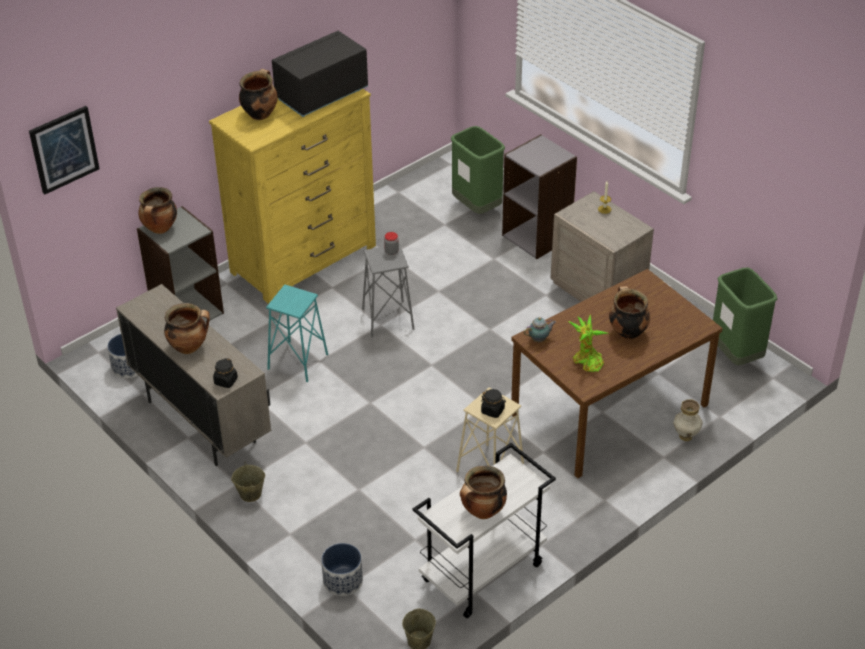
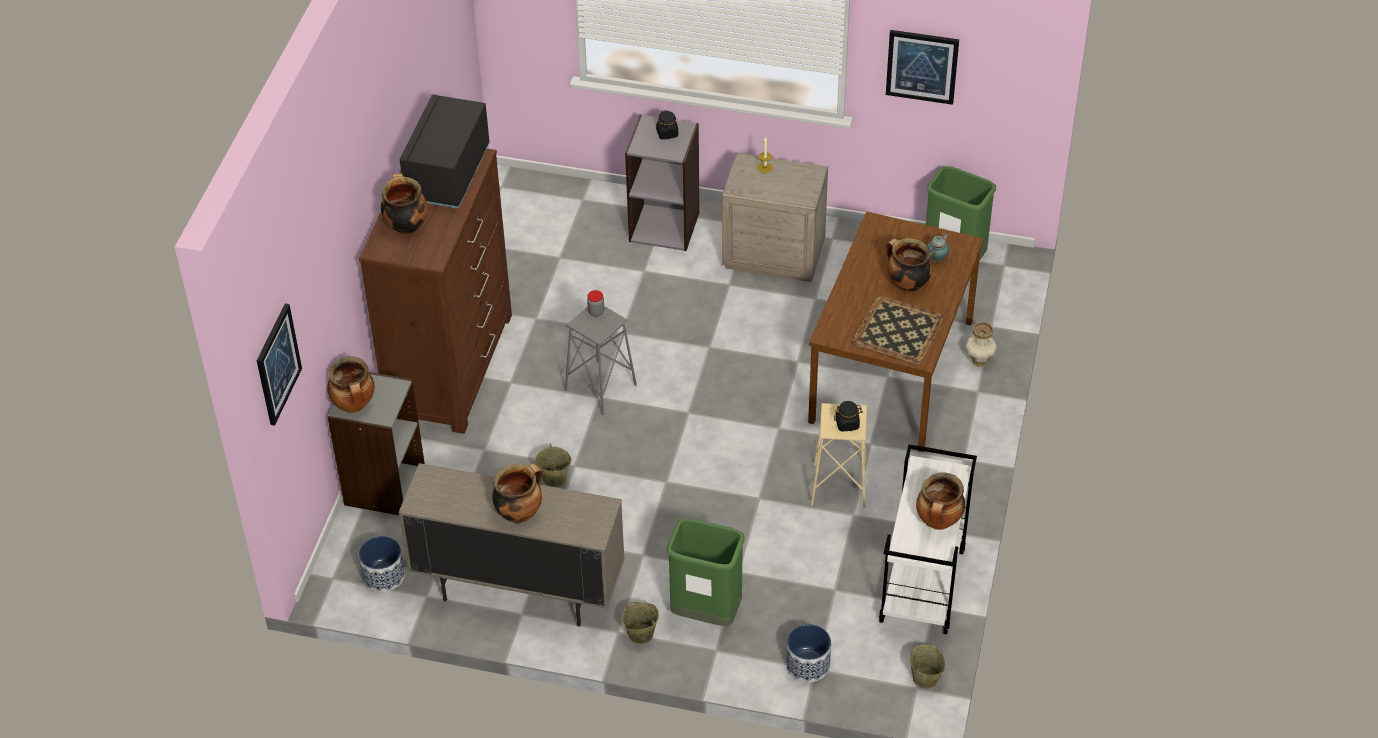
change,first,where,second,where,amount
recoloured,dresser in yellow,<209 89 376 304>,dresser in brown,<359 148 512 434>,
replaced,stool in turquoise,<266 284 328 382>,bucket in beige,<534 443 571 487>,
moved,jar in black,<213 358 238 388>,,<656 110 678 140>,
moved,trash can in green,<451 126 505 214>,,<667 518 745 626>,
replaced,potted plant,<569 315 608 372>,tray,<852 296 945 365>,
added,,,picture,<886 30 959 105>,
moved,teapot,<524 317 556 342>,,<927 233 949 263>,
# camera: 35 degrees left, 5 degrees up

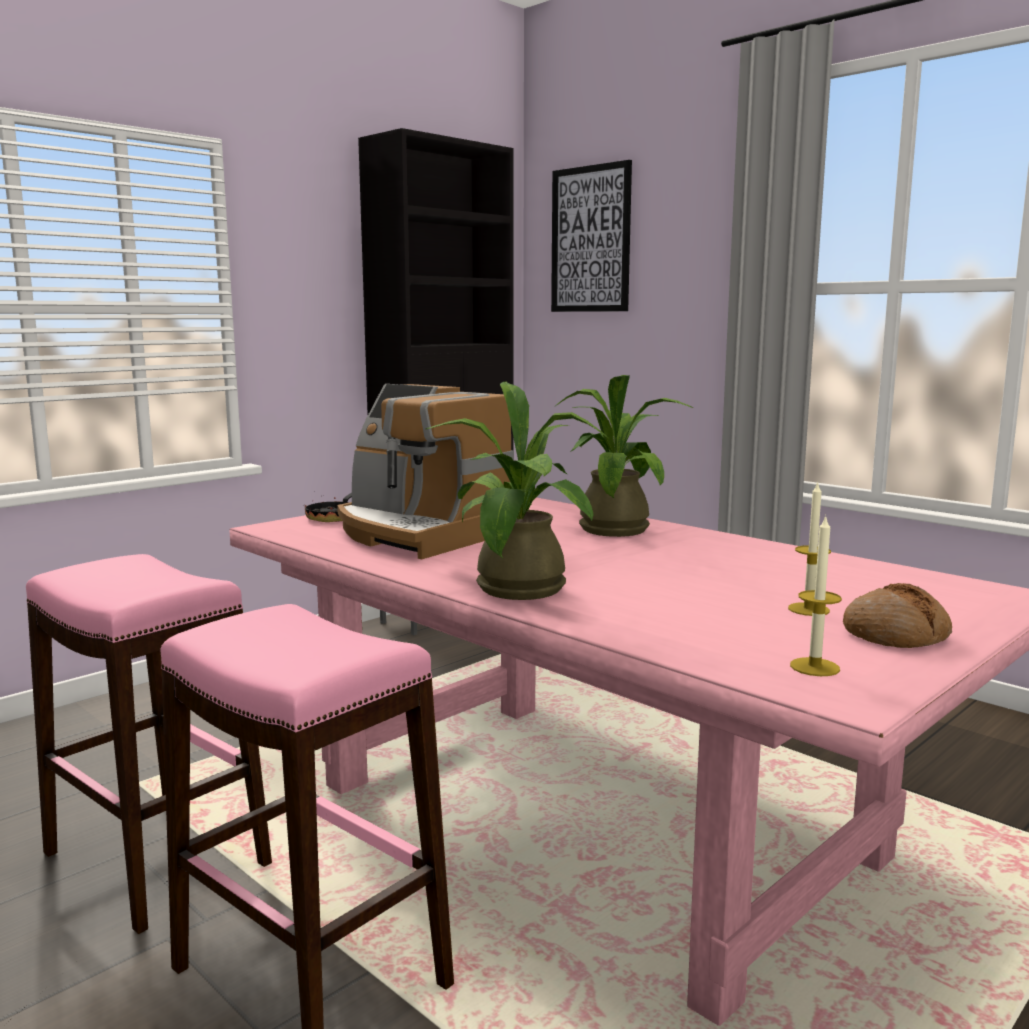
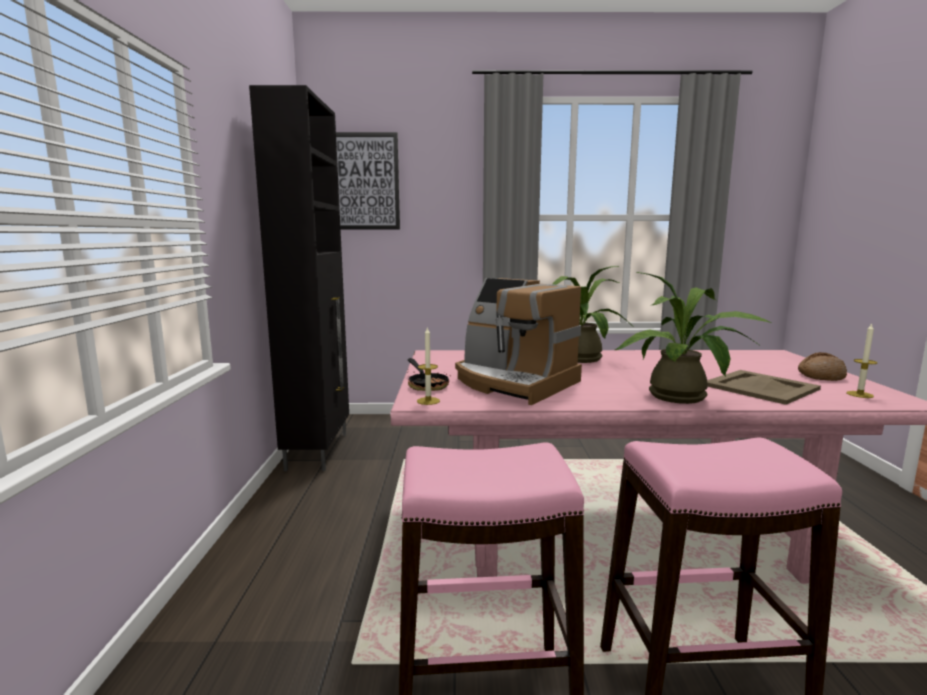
change,first,where,second,where,amount
moved,candle,<788 481 831 616>,,<417 328 440 405>,
turned,coffee machine,<337 384 514 559>,,<455 278 582 405>,45 degrees clockwise
added,,,tray in beige,<707 370 821 405>,
# camera: 45 degrees left, 0 degrees up

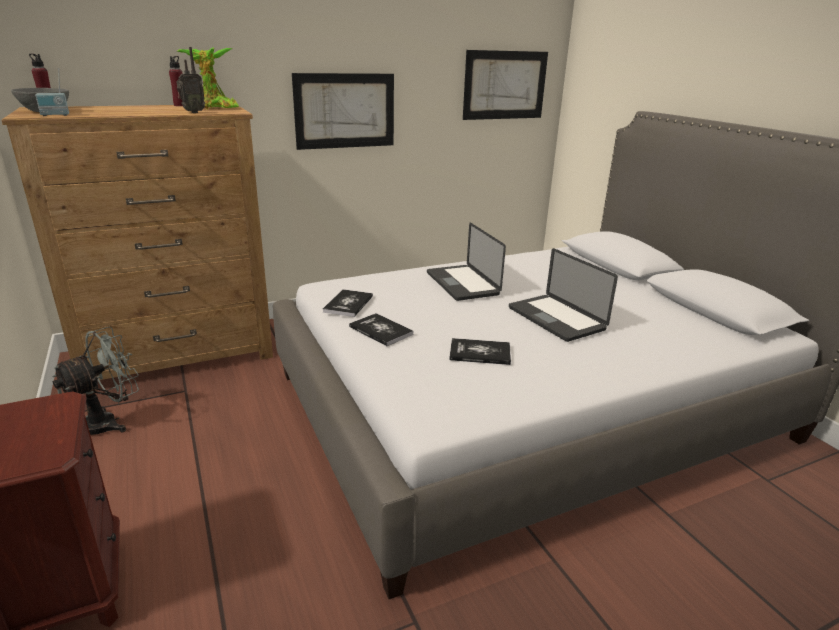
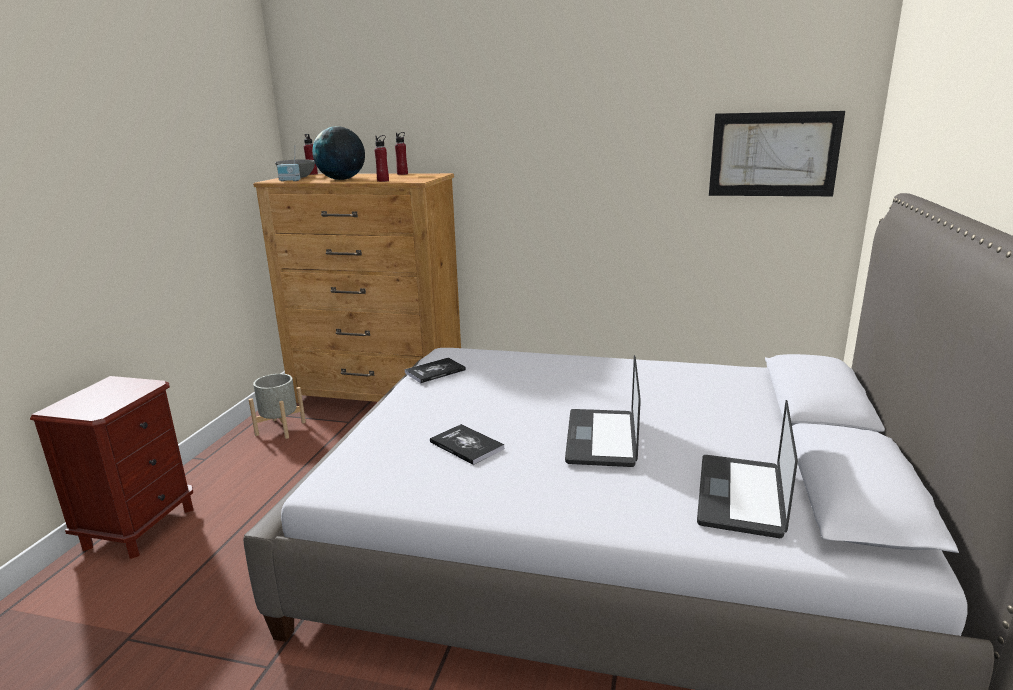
change,first,where,second,where,amount
replaced,fan in grey,<52 327 139 435>,planter in grey,<249 374 306 439>,
added,,,globe,<312 126 365 180>,
replaced,radio,<176 47 205 113>,bottle in red,<374 135 389 182>,
moved,laptop,<427 223 506 301>,,<697 400 798 538>,
removed,potted plant,<176 48 239 109>,,,
removed,picture,<292 73 394 150>,,,
removed,book,<349 313 414 346>,,,
# camera: 40 degrees right, 5 degrees down

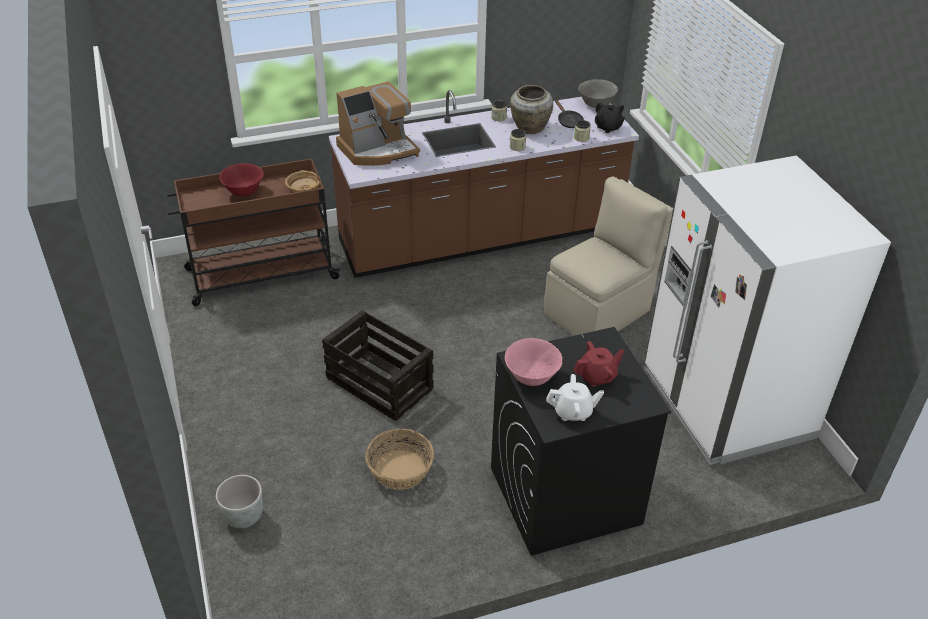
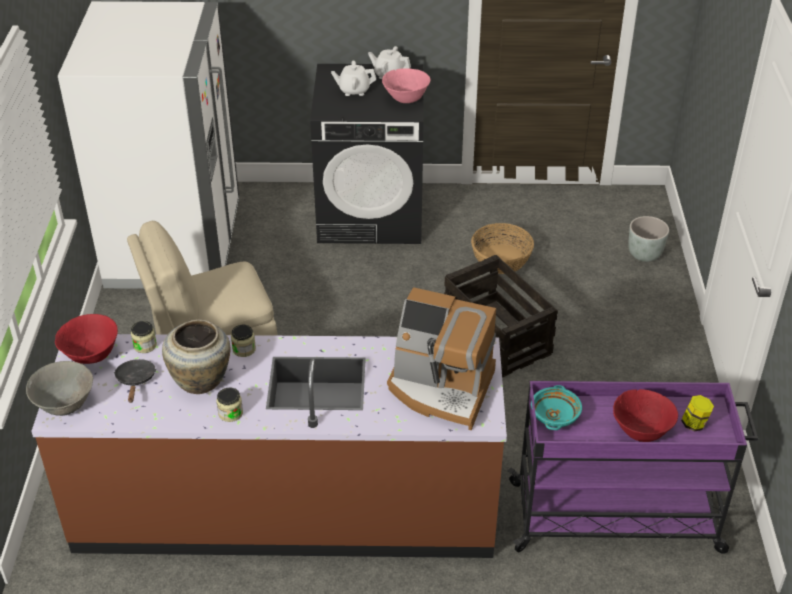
change,first,where,second,where,amount
replaced,teapot in black,<595 102 625 133>,bowl in red,<55 314 118 364>,
recoloured,teapot in red,<573 341 625 387>,teapot in white,<331 61 376 96>,
turned,coffee machine,<336 81 420 166>,,<387 287 496 430>,150 degrees counterclockwise
recoloured,cart in brown,<165 158 341 306>,cart in purple,<508 381 758 554>,
recoloured,bowl in beige,<285 170 321 193>,bowl in turquoise,<531 385 582 430>,
added,,,jar,<681 395 714 431>,
# camera: 160 degrees left, 0 degrees up

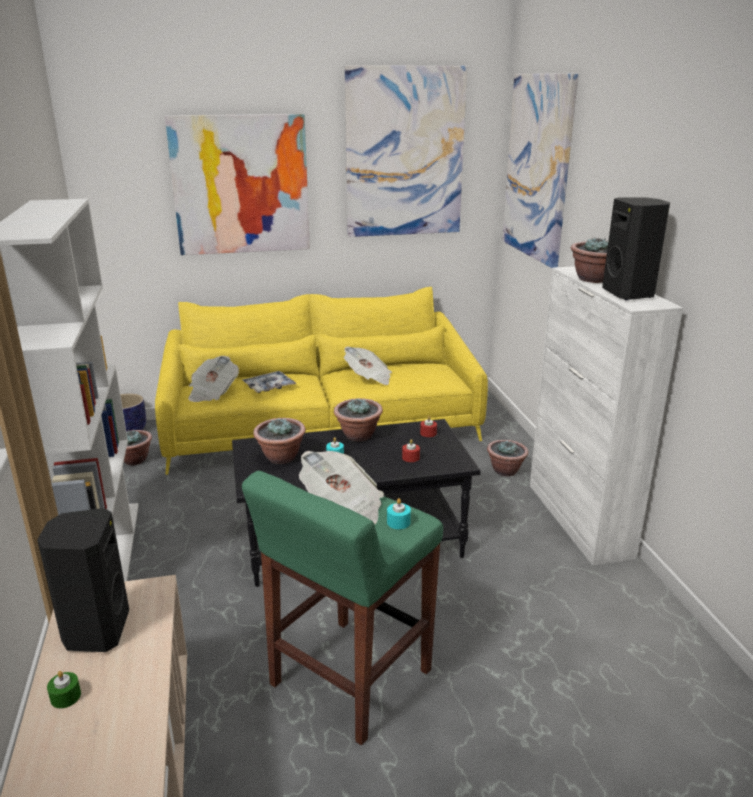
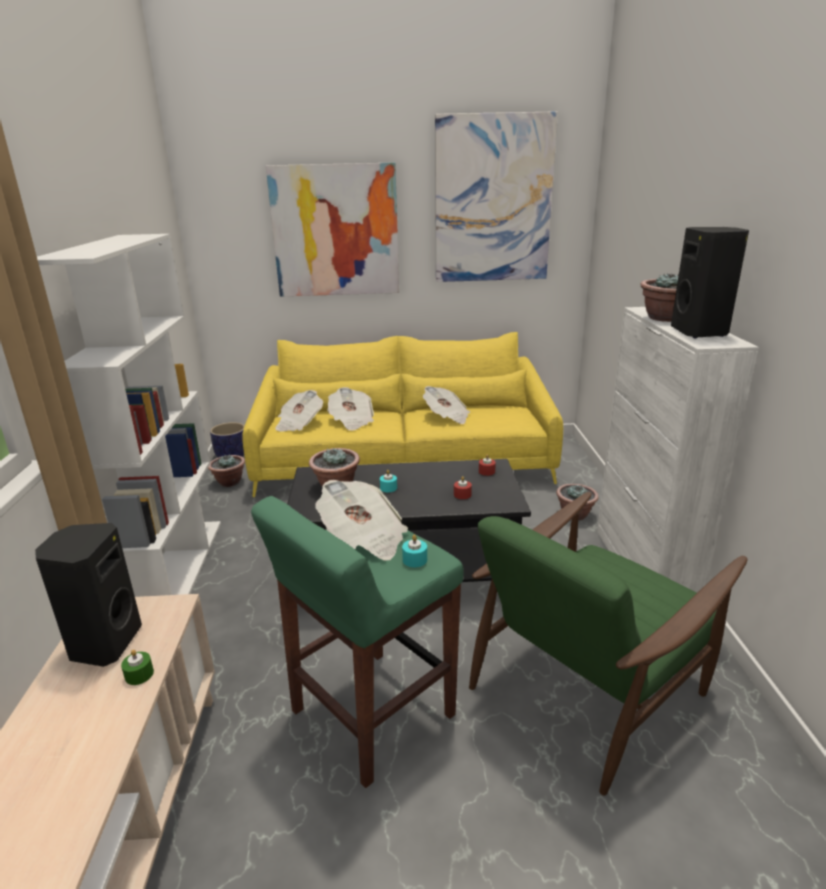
change,first,where,second,where,amount
moved,candle in green,<47 671 81 709>,,<121 650 154 685>,
replaced,tray,<243 371 297 393>,newspaper,<327 387 374 431>,
added,,,armchair in green,<469 492 747 796>,
removed,potted plant,<334 398 383 442>,,,
removed,picture,<502 73 578 268>,,,
# camera: 10 degrees right, 0 degrees up

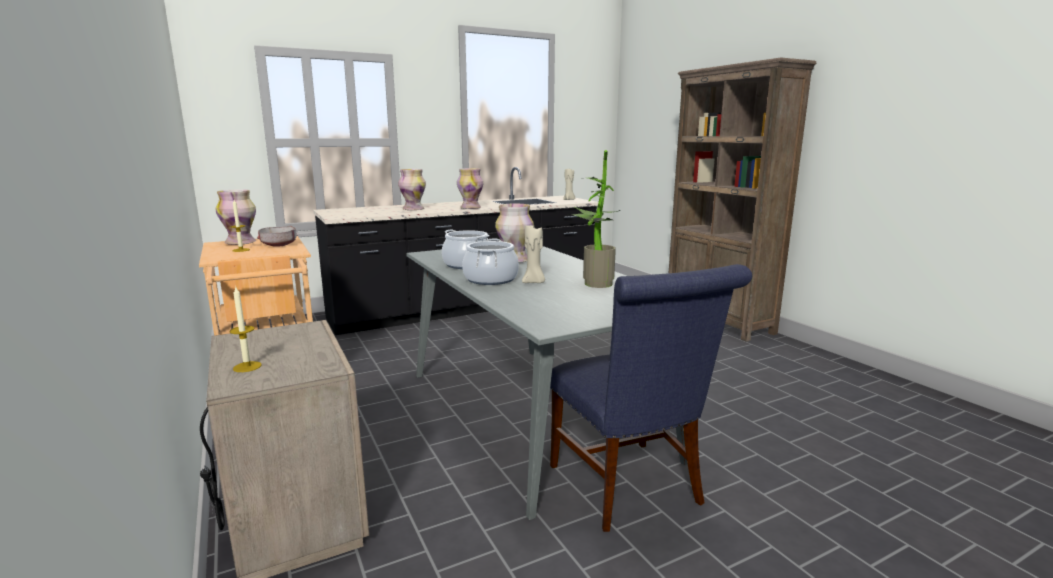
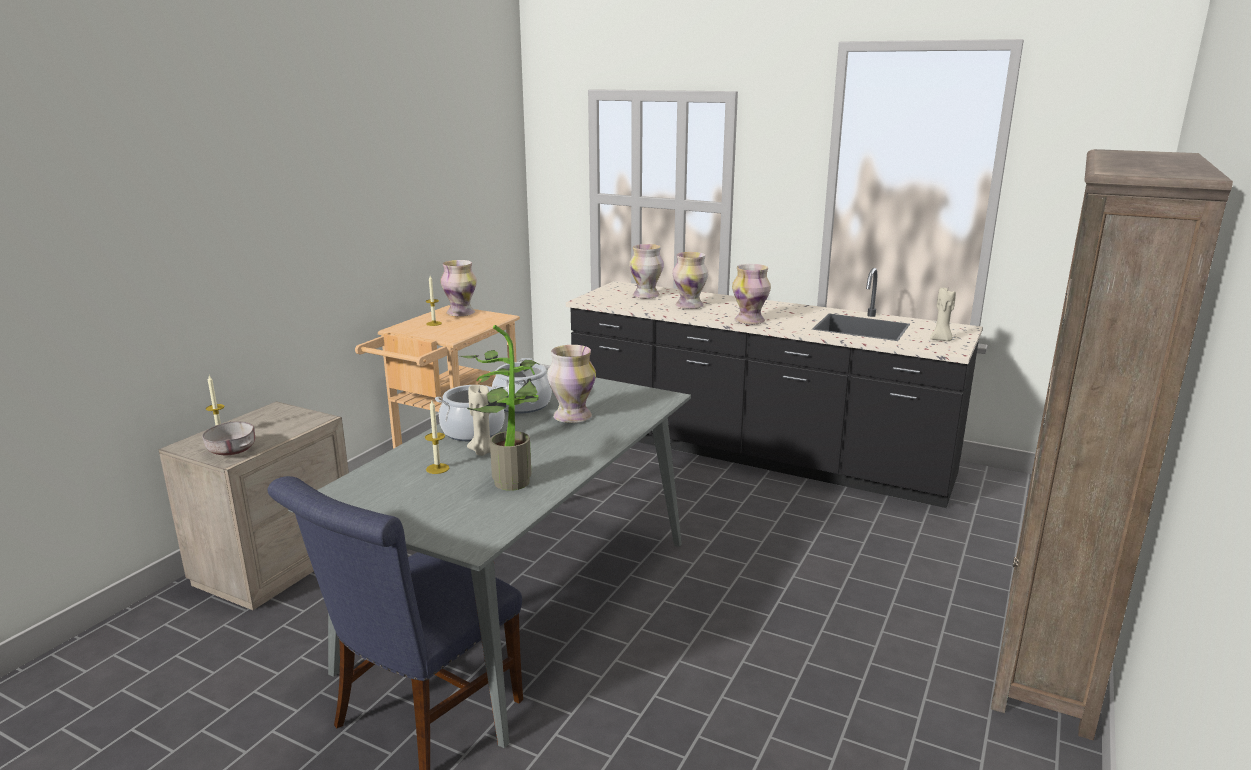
change,first,where,second,where,amount
moved,bowl in grey,<257 226 299 247>,,<202 421 255 455>,
added,,,candle,<425 400 449 474>,
added,,,vase,<629 244 664 299>,
# camera: 55 degrees right, 5 degrees up

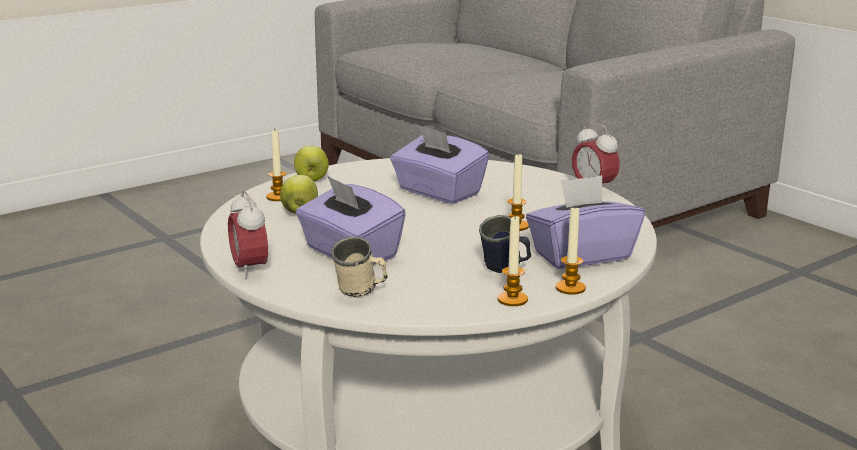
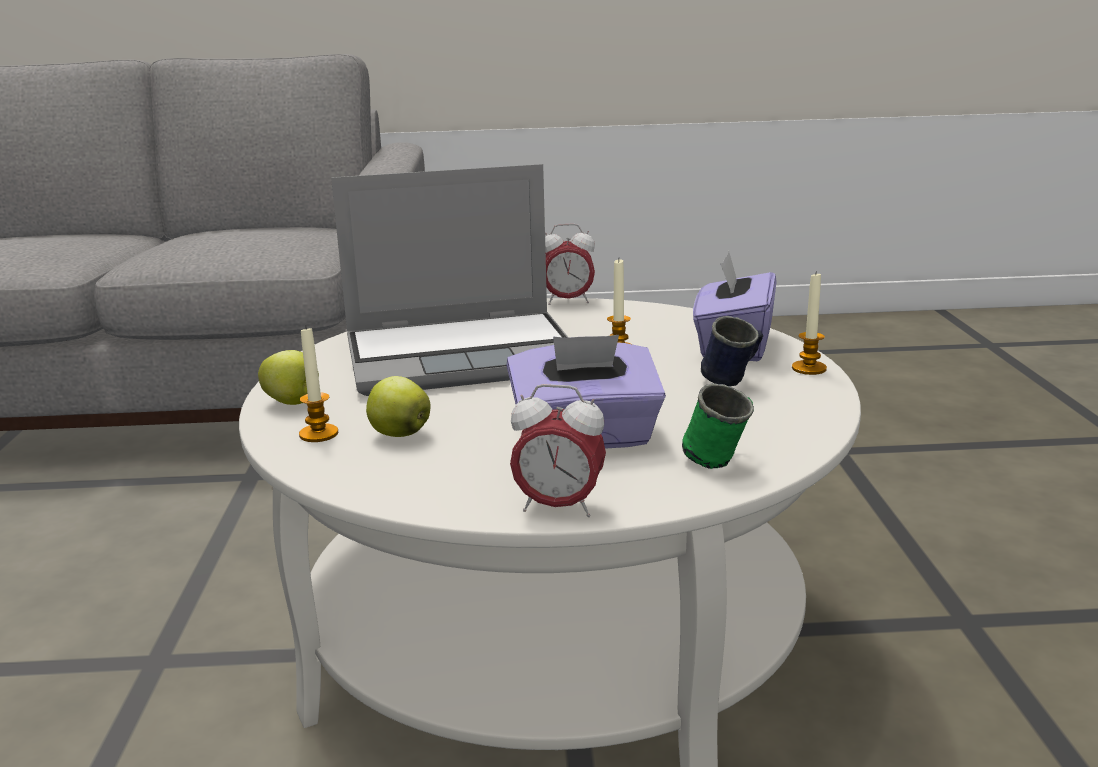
change,first,where,second,where,amount
replaced,tissue box in purple,<390 125 489 204>,laptop,<331 164 569 396>,
recoloured,mug in beige,<331 236 388 297>,mug in green,<682 383 754 469>,
removed,candle,<497 215 528 306>,,,
# camera: 55 degrees left, 0 degrees up

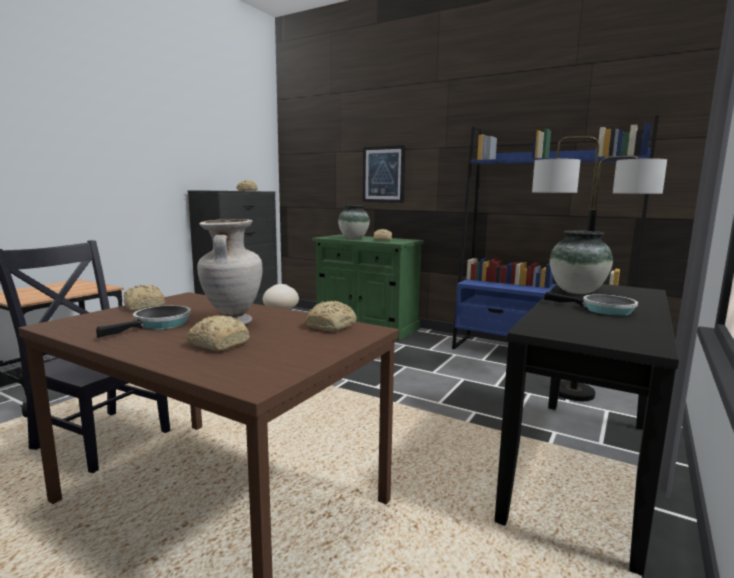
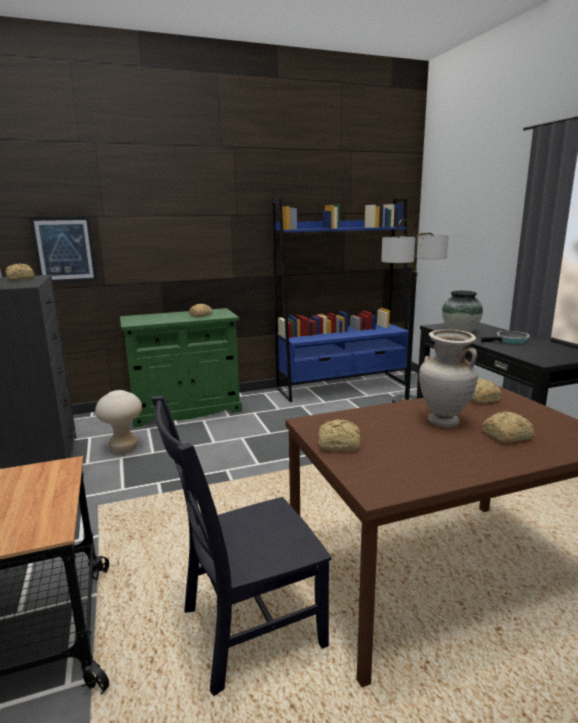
change,first,where,second,where,amount
moved,picture,<363 145 405 203>,,<29 216 98 283>,
removed,frying pan,<96 305 191 338>,,,
removed,vase,<338 205 370 239>,,,
# camera: 50 degrees left, 5 degrees up

